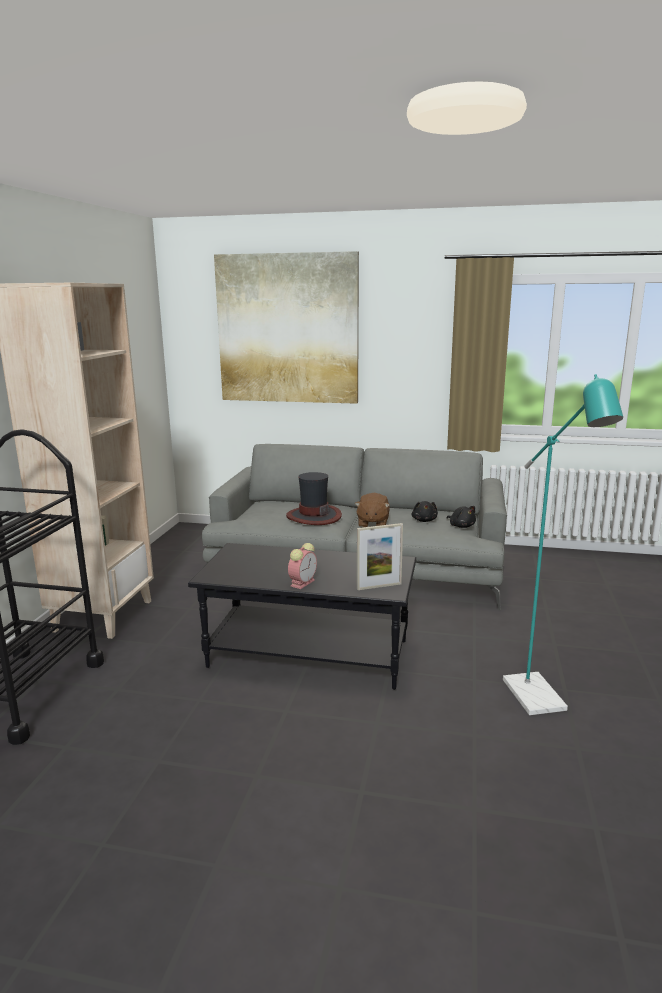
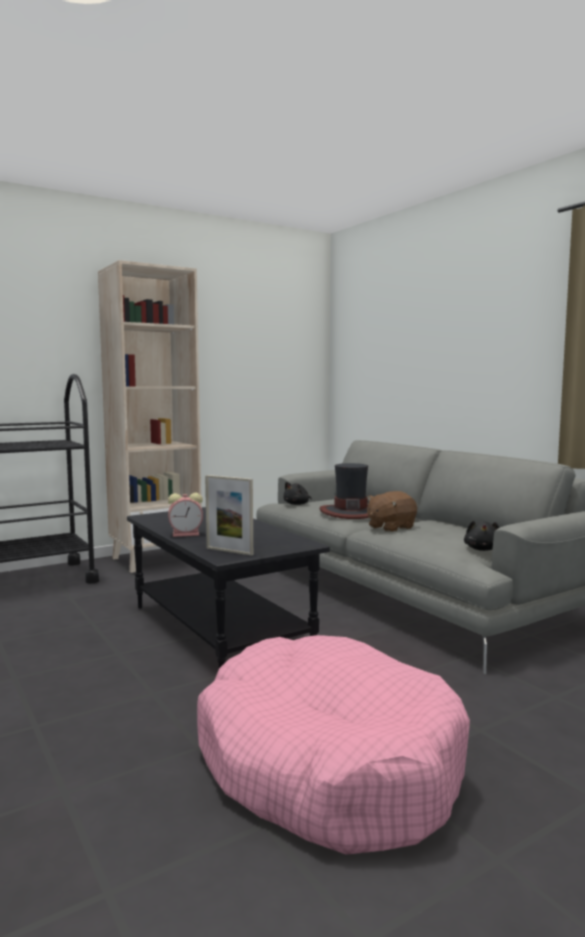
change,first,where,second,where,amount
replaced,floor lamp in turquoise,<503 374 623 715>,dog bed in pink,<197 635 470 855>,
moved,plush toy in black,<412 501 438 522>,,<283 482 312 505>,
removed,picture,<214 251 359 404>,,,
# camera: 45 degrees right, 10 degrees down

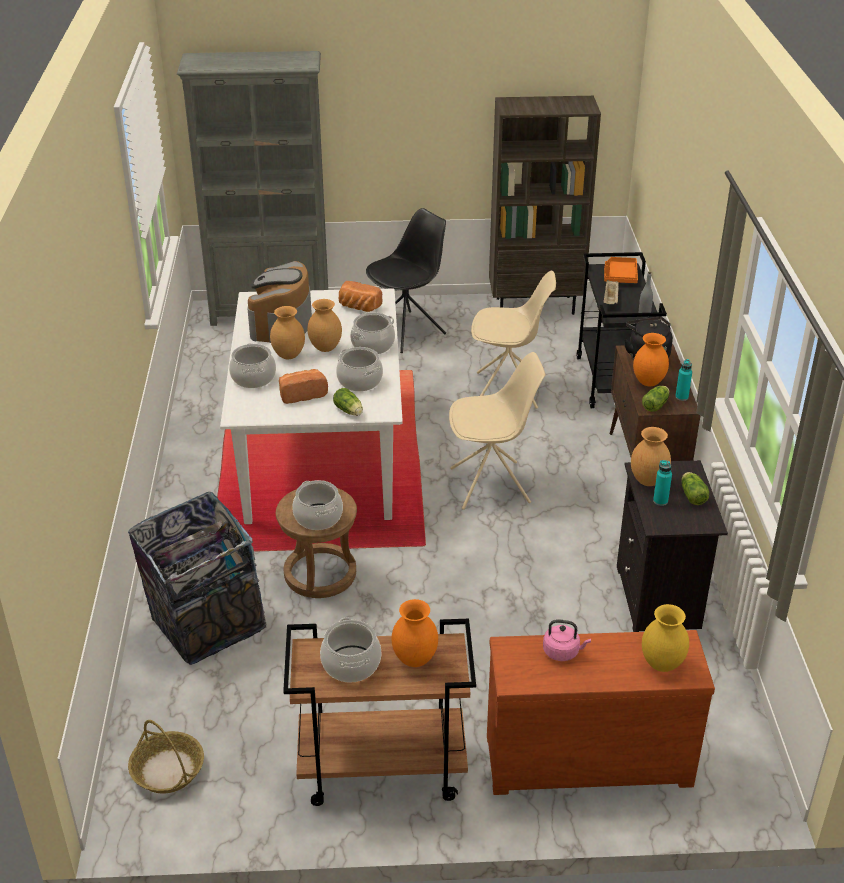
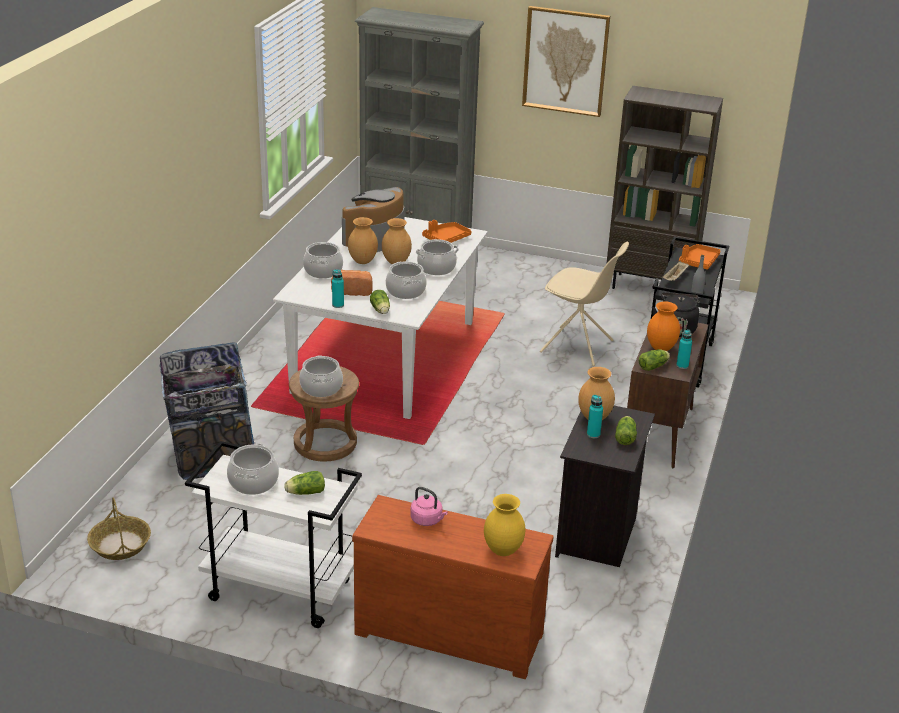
change,first,where,second,where,amount
recoloured,cart in brown,<283 619 476 806>,cart in white,<185 441 362 628>,
replaced,vase in orange,<392 599 438 667>,lettuce,<284 471 325 495>,
added,,,bottle in turquoise,<332 269 344 308>,
replaced,bread,<339 281 383 312>,tray in orange,<422 220 472 243>,
added,,,picture,<522 6 610 117>,
removed,chair in black,<366 208 446 353>,,,
removed,chair in beige,<449 352 546 510>,,,
# camera: 20 degrees right, 5 degrees down

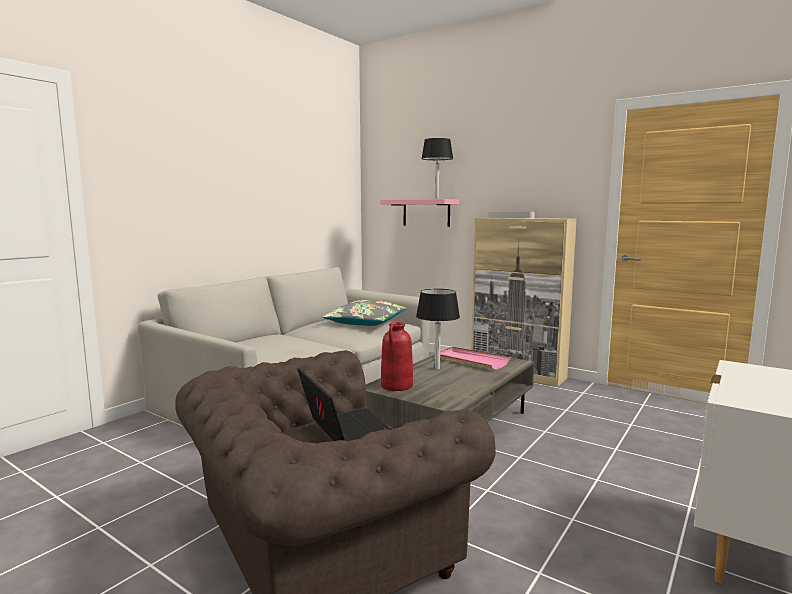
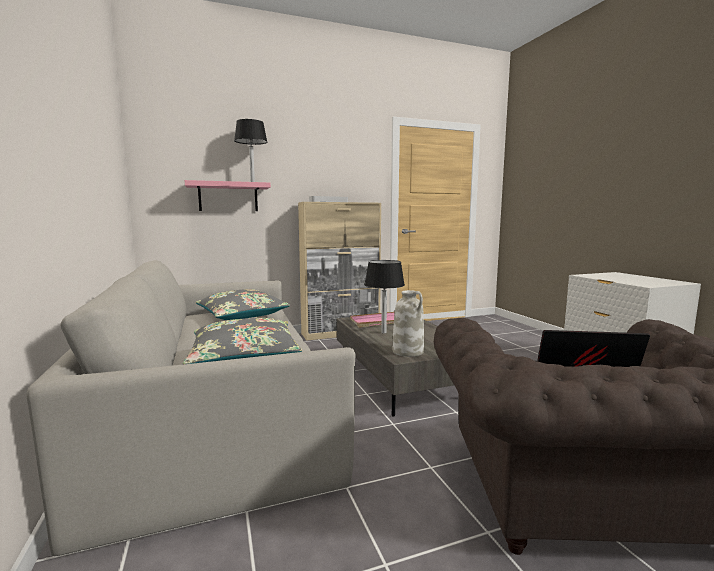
change,first,where,second,where,amount
added,,,pillow in grey,<183 318 302 364>,
recoloured,vase in red,<381 322 413 391>,vase in white,<393 290 424 357>,
# camera: 55 degrees left, 0 degrees up

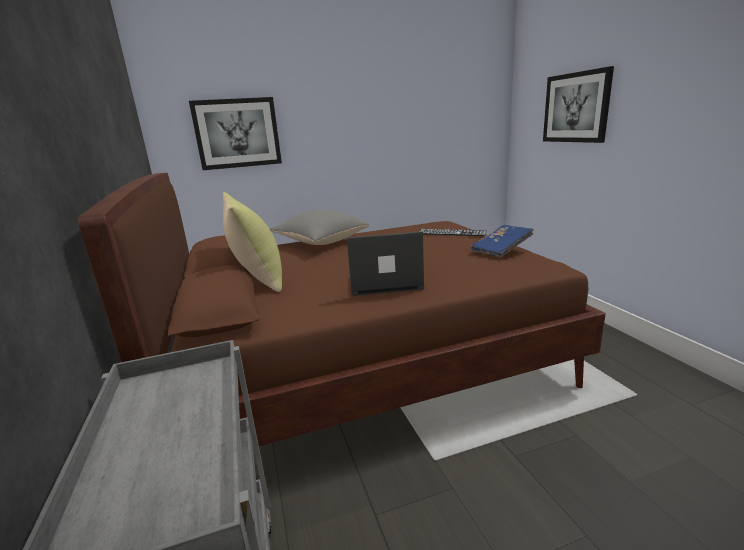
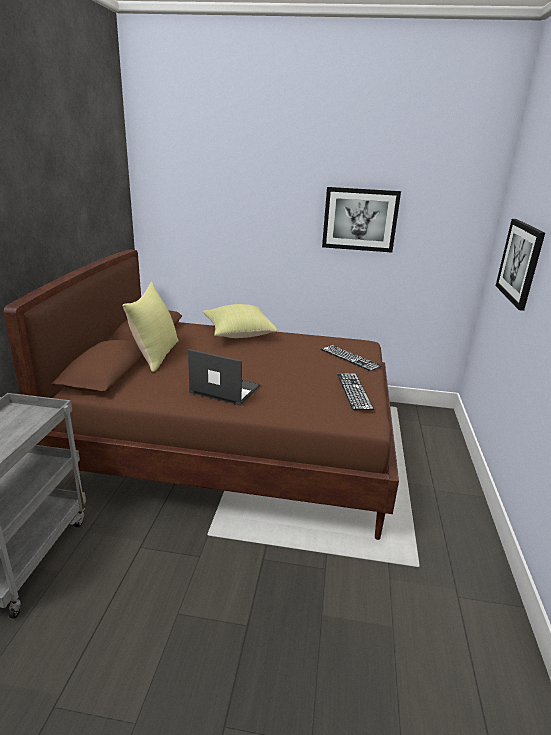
change,first,where,second,where,amount
recoloured,pillow in grey,<270 209 370 245>,pillow in yellow,<202 304 277 338>,
moved,picture,<189 97 282 170>,,<322 187 401 253>,
replaced,book in blue,<471 225 533 258>,keyboard,<337 374 374 410>,
# camera: 25 degrees right, 5 degrees up

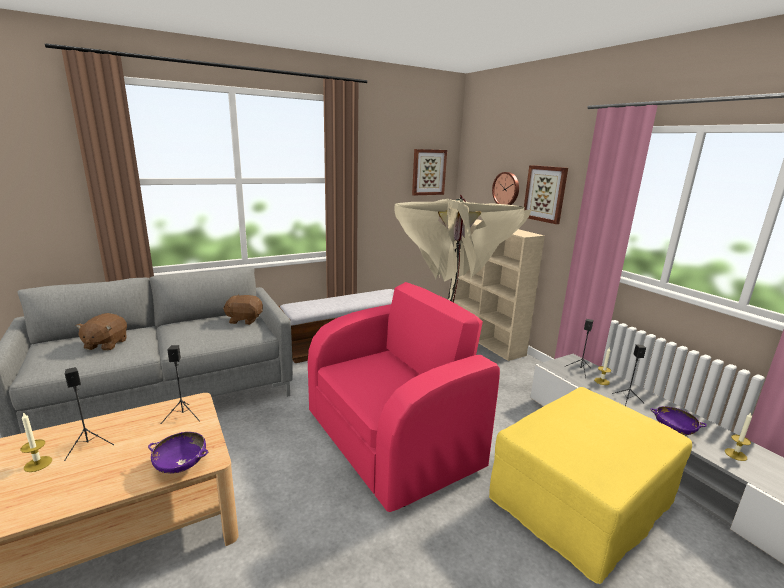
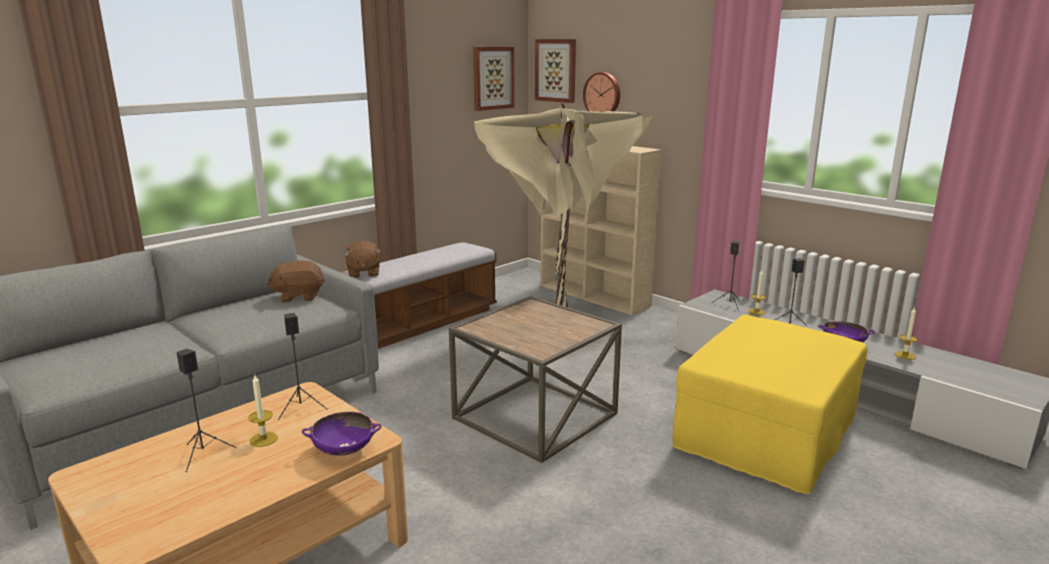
change,first,where,second,where,amount
moved,candle,<20 412 52 472>,,<248 375 278 447>,
moved,plush toy in brown,<76 313 127 351>,,<343 240 381 278>,
replaced,armchair in pink,<308 282 500 512>,side table in brown,<449 296 622 463>,
moved,picture,<524 165 568 224>,,<535 39 576 103>,
# camera: 15 degrees left, 0 degrees up

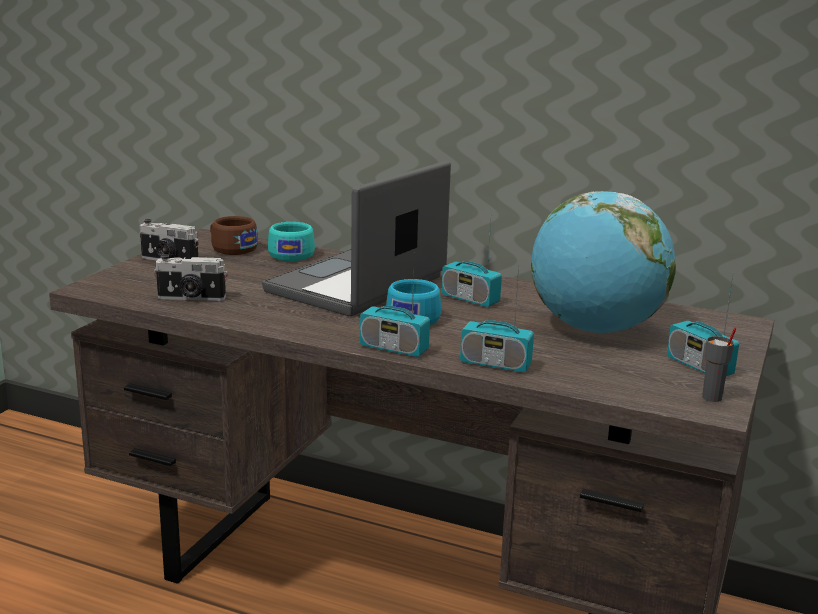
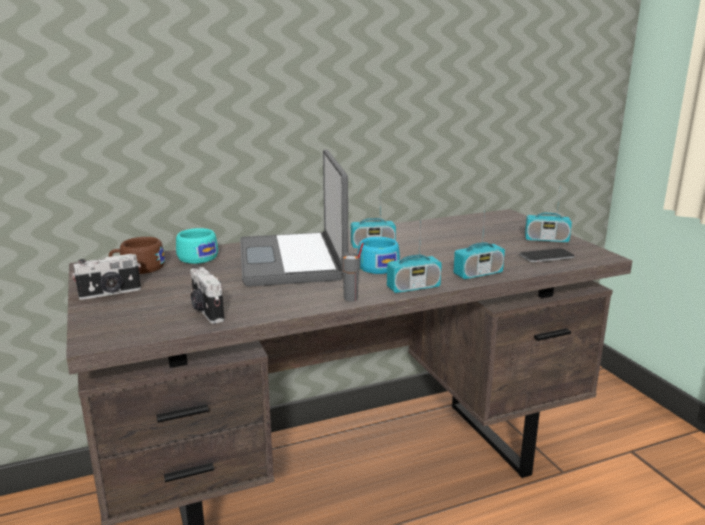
change,first,where,second,where,amount
turned,photo camera,<154 254 227 301>,,<190 264 224 324>,105 degrees clockwise
moved,cup in grey,<702 327 736 402>,,<341 243 364 301>,
added,,,phone,<519 248 574 263>,
removed,globe,<531 191 676 333>,,,
# camera: 45 degrees left, 0 degrees up

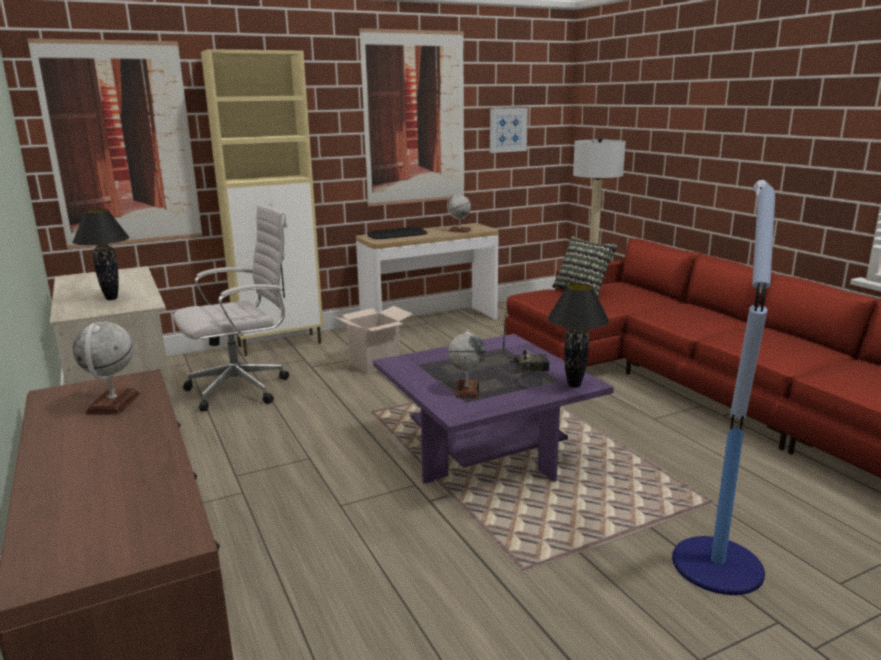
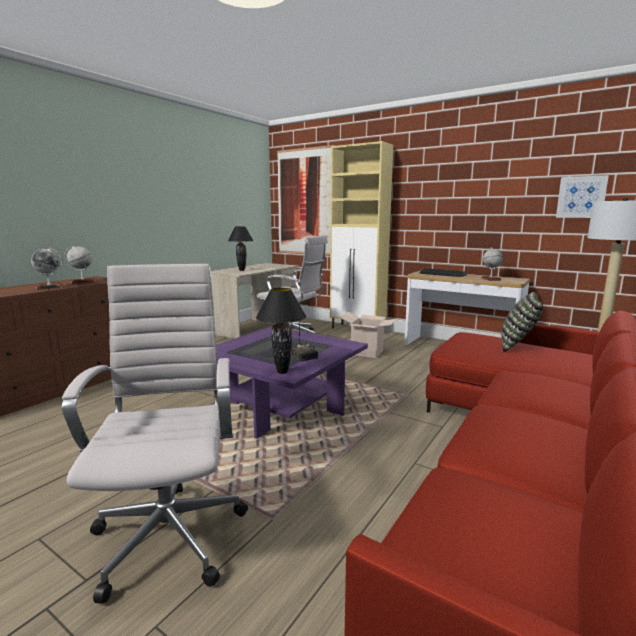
change,first,where,second,where,amount
moved,globe,<448 329 486 398>,,<31 247 63 290>,
replaced,floor lamp,<672 180 775 595>,office chair in white,<62 264 248 604>,
removed,picture,<359 28 464 206>,,,
# camera: 60 degrees right, 5 degrees down

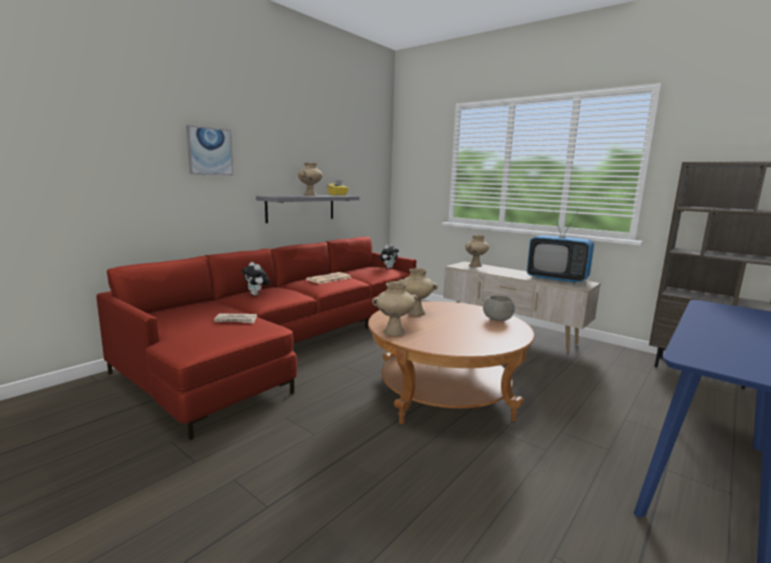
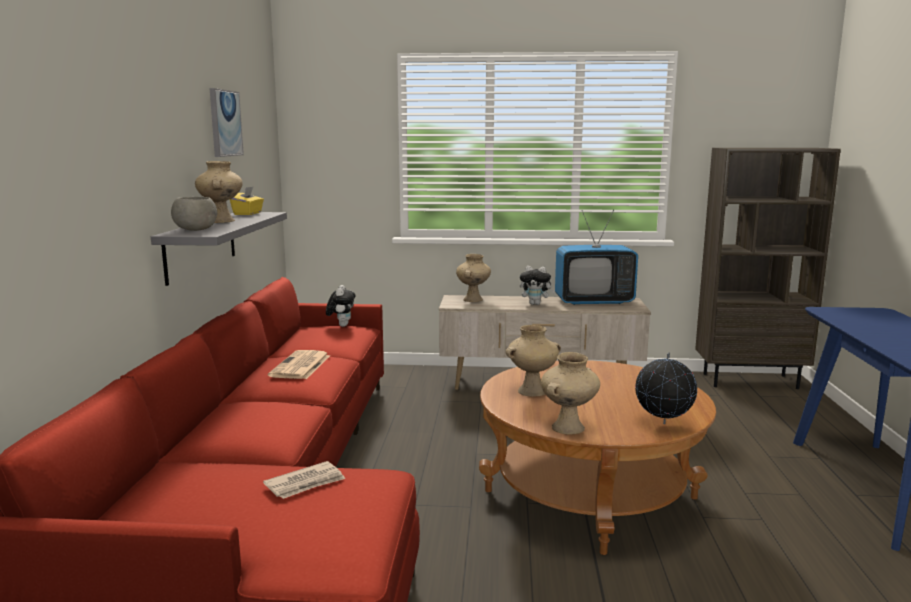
change,first,where,second,where,amount
moved,bowl in grey,<483 295 515 321>,,<171 197 217 231>,
moved,picture,<186 125 233 175>,,<210 88 244 157>,
moved,plush toy,<242 262 270 296>,,<520 266 555 305>,
added,,,globe,<635 352 697 424>,
# camera: 35 degrees left, 0 degrees up

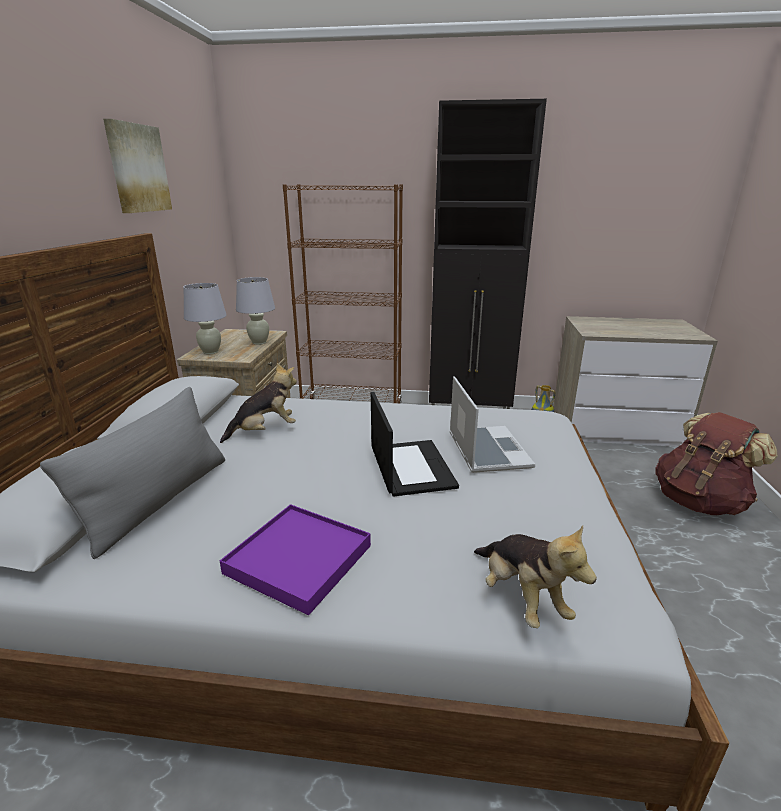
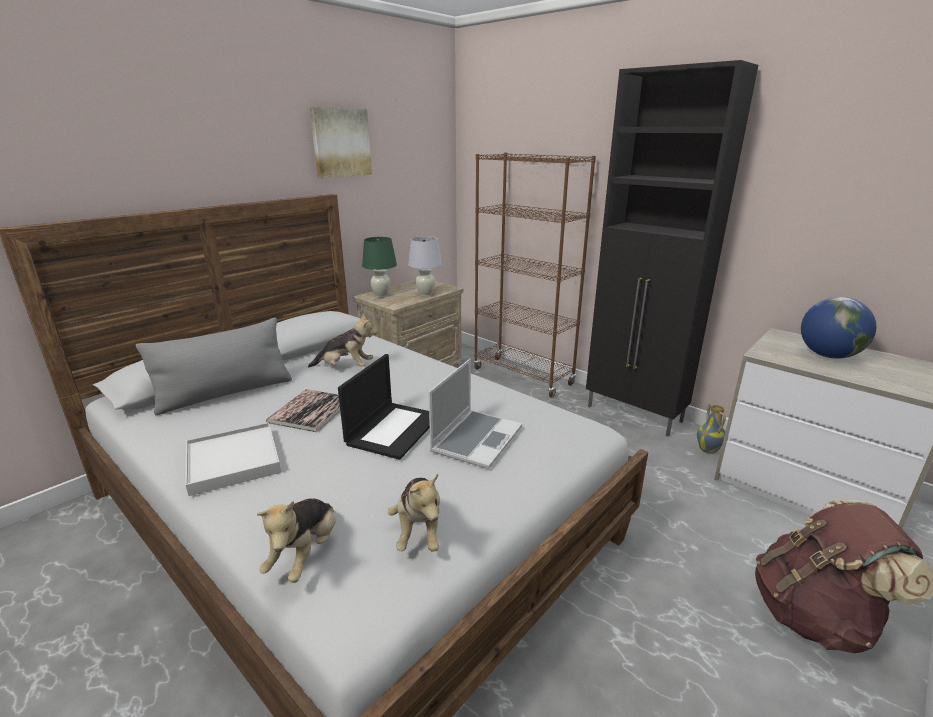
change,first,where,second,where,amount
recoloured,tray in purple,<220 504 371 615>,tray in white,<185 423 281 496>,
added,,,book,<266 389 340 432>,
recoloured,table lamp in white,<183 283 227 354>,table lamp in green,<362 237 397 297>,
added,,,plush toy,<388 474 440 552>,
added,,,globe,<801 297 876 359>,
# camera: 35 degrees right, 0 degrees up

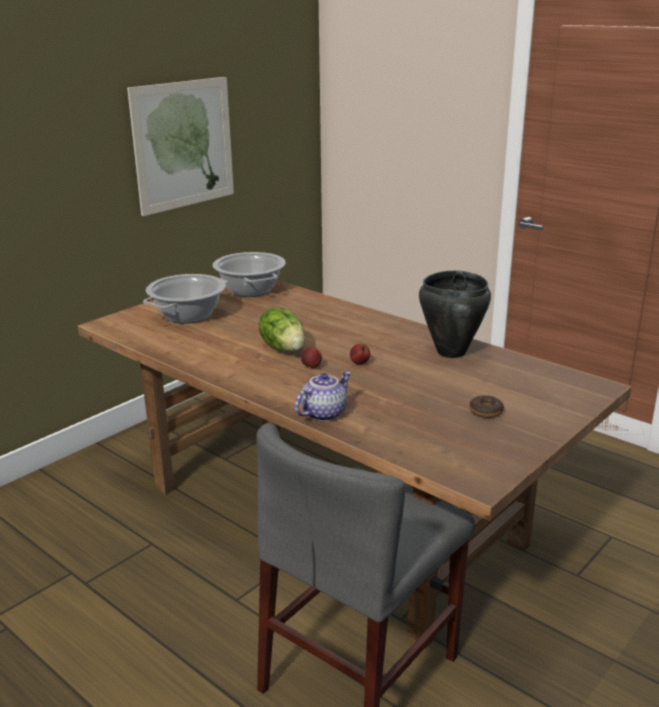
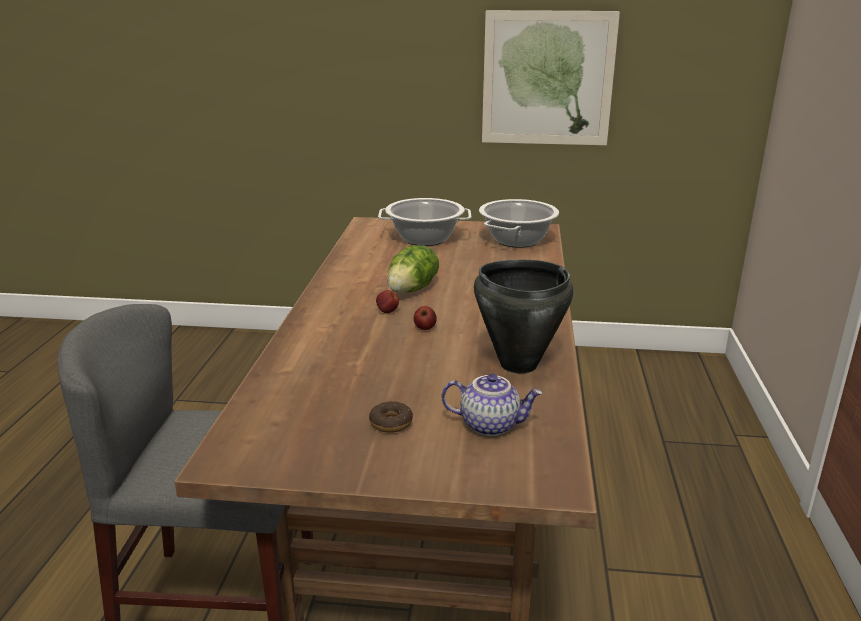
change,first,where,second,where,amount
moved,teapot,<295 372 351 421>,,<441 373 543 436>,
# camera: 55 degrees right, 0 degrees up

